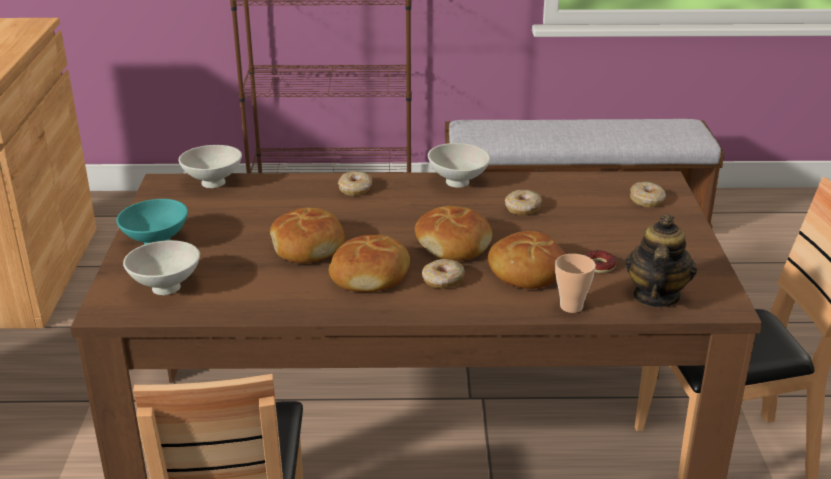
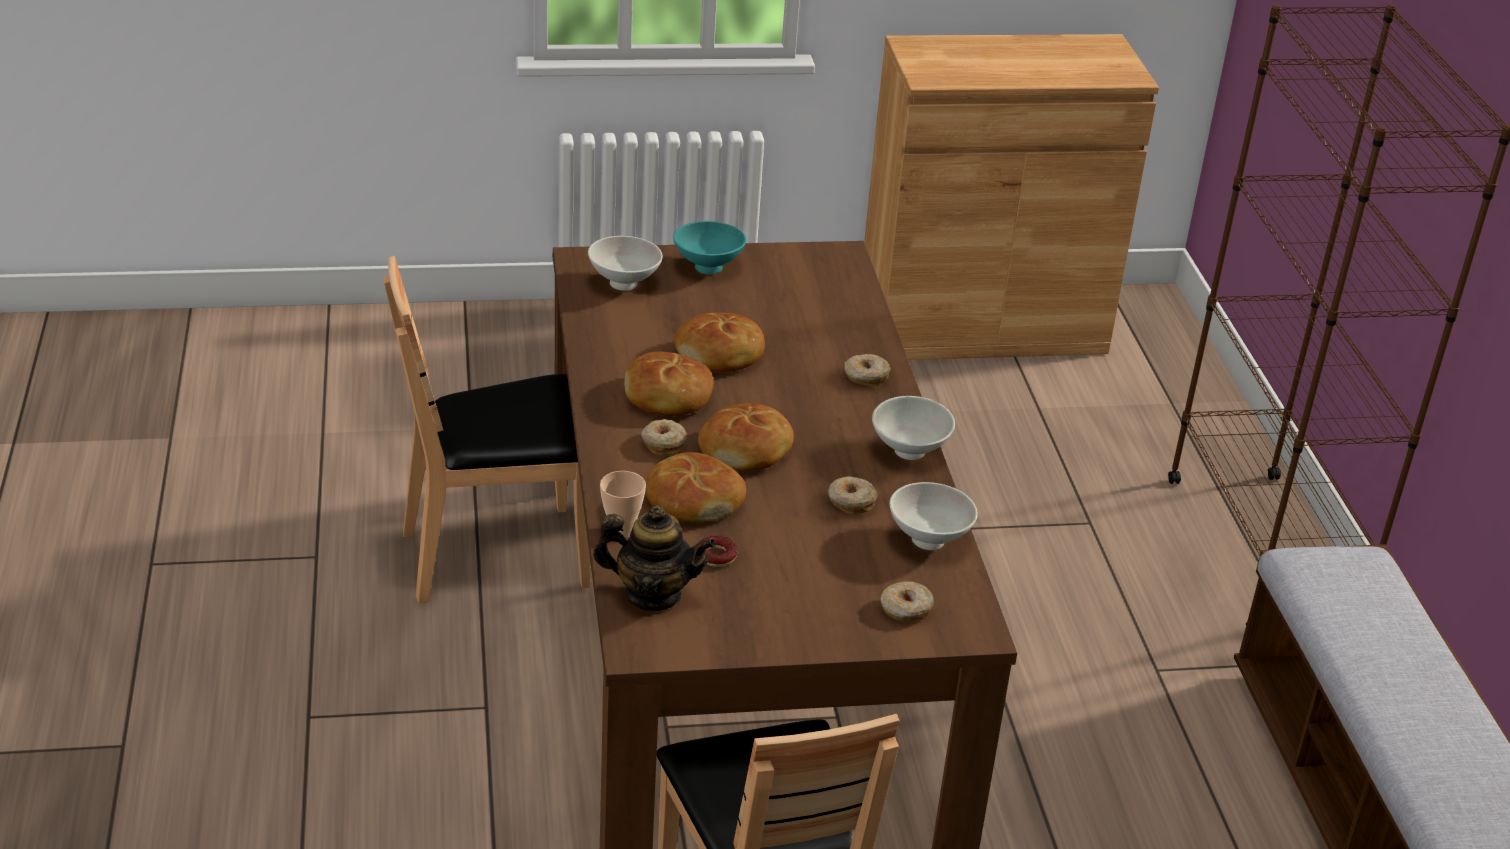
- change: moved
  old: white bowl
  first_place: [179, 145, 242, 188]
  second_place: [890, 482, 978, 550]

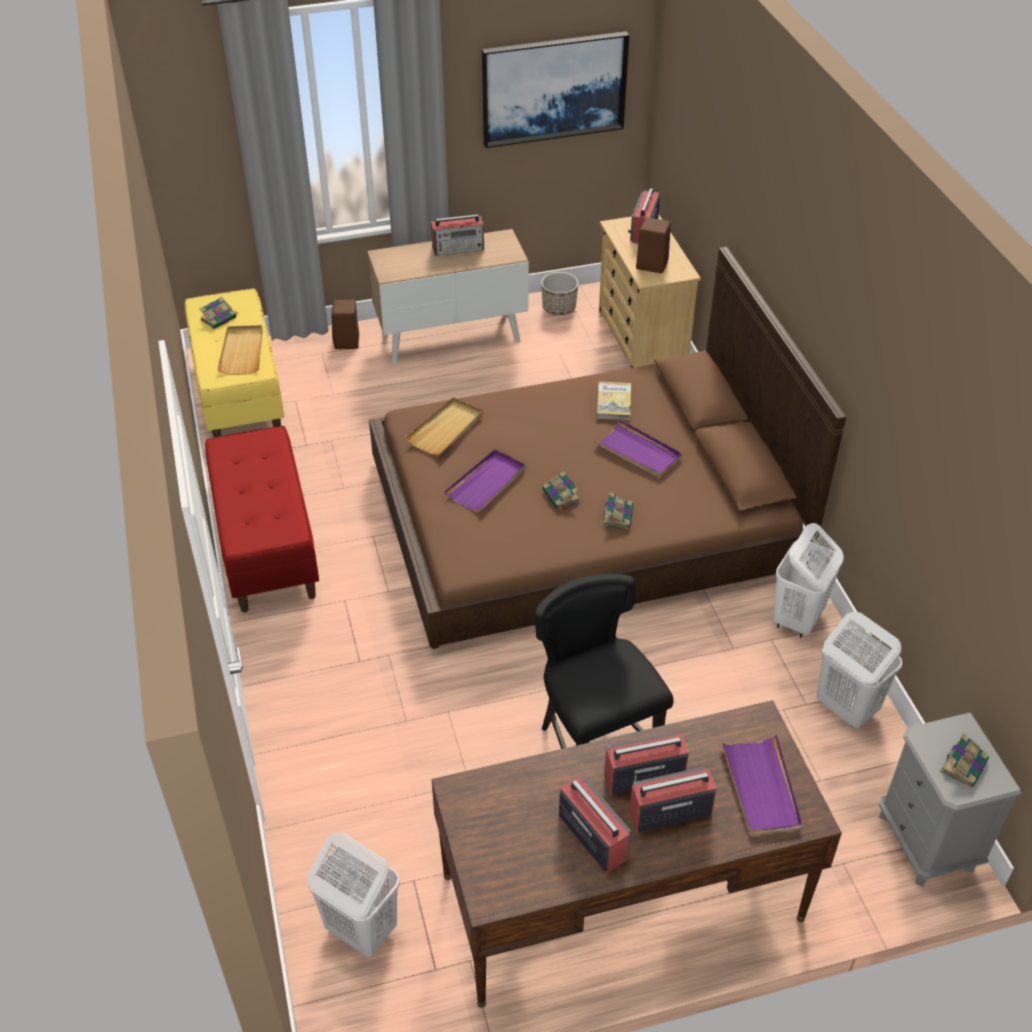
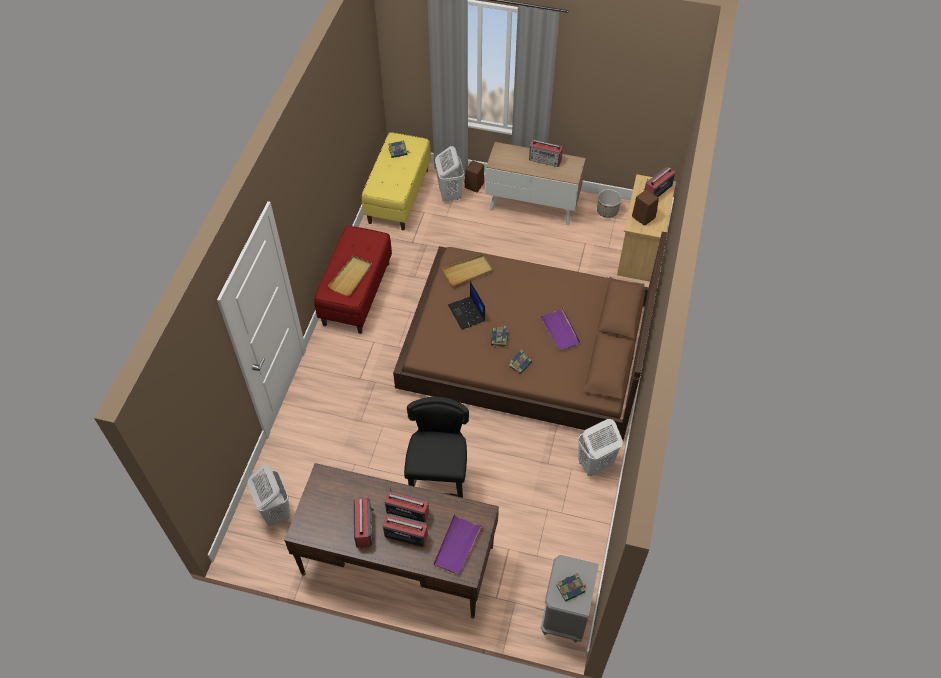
- change: moved
  old: beige tray
  first_place: [217, 325, 263, 375]
  second_place: [328, 256, 372, 296]
- change: moved
  old: white laundry basket
  first_place: [817, 611, 902, 728]
  second_place: [435, 146, 464, 202]
- change: replaced
  old: purple tray
  new: laptop
  first_place: [445, 449, 526, 511]
  second_place: [448, 281, 485, 330]
- change: removed
  old: picture
  first_place: [482, 31, 629, 148]
- change: removed
  old: book
  first_place: [597, 382, 631, 421]

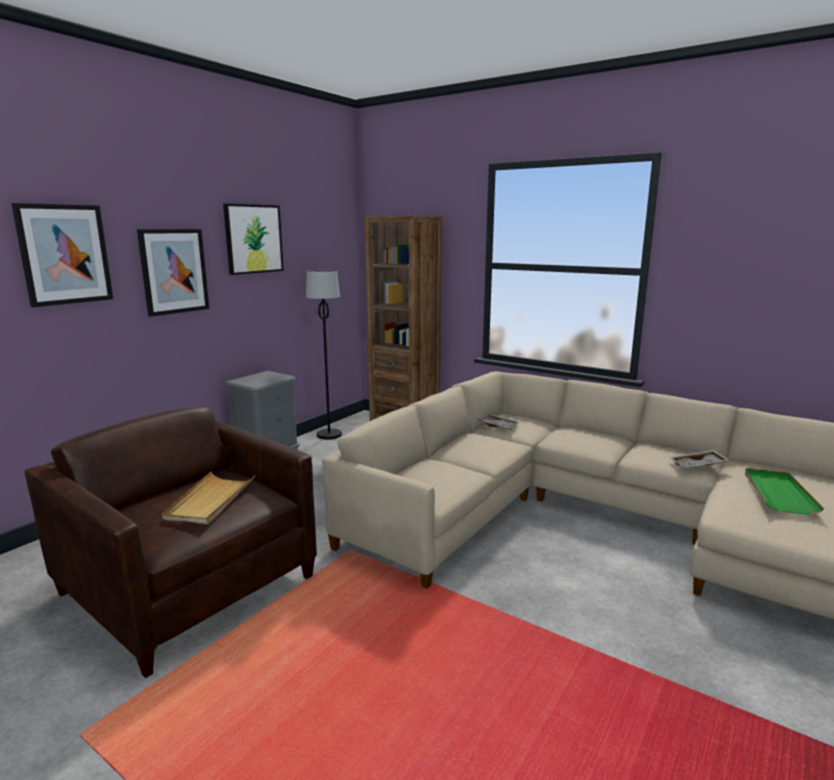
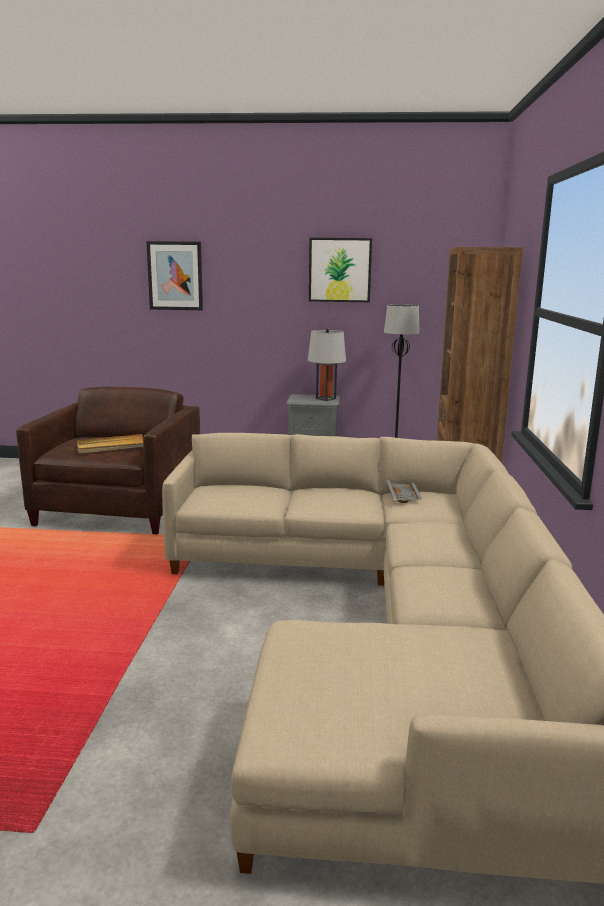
- change: added
  new: grey table lamp
  second_place: [308, 328, 346, 401]
- change: removed
  old: picture
  first_place: [137, 229, 209, 317]
- change: removed
  old: grey tray
  first_place: [669, 450, 730, 468]
- change: removed
  old: green tray
  first_place: [745, 468, 825, 515]

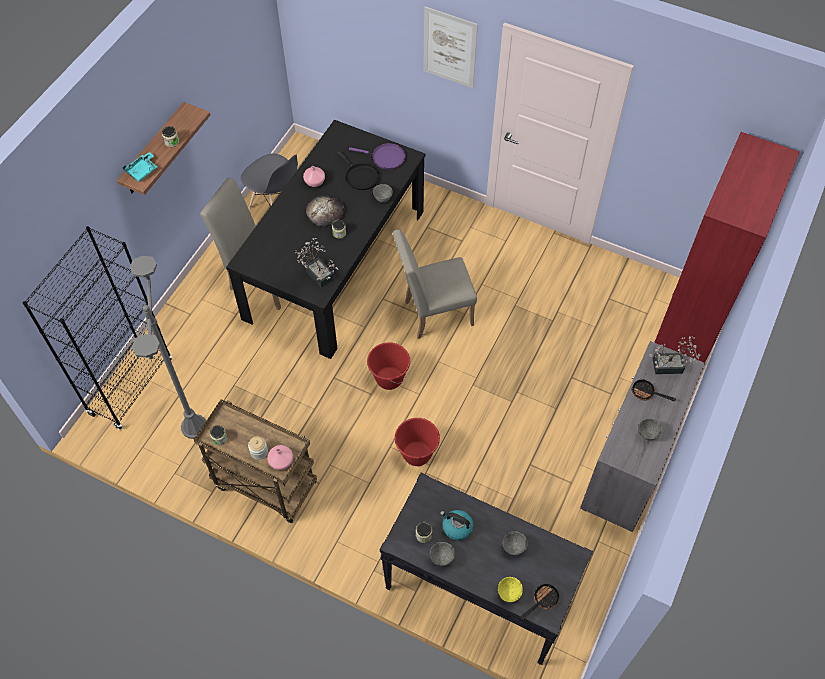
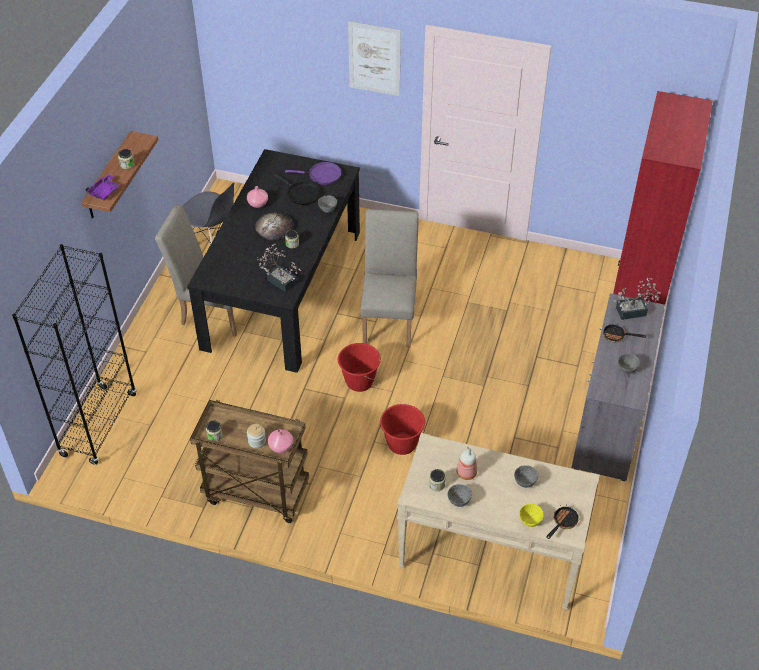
- change: recoloured
  old: turquoise tray
  new: purple tray
  first_place: [122, 152, 158, 182]
  second_place: [85, 174, 120, 200]
- change: turned
  old: beige chair
  first_place: [393, 229, 477, 339]
  second_place: [360, 209, 419, 347]
  degrees: 120
- change: recoloured
  old: black console table
  new: beige console table
  first_place: [380, 473, 593, 665]
  second_place: [397, 433, 600, 611]
- change: replaced
  old: kettle
  new: bottle
  first_place: [440, 510, 474, 540]
  second_place: [456, 446, 477, 480]
- change: removed
  old: grey floor lamp
  first_place: [130, 256, 206, 439]

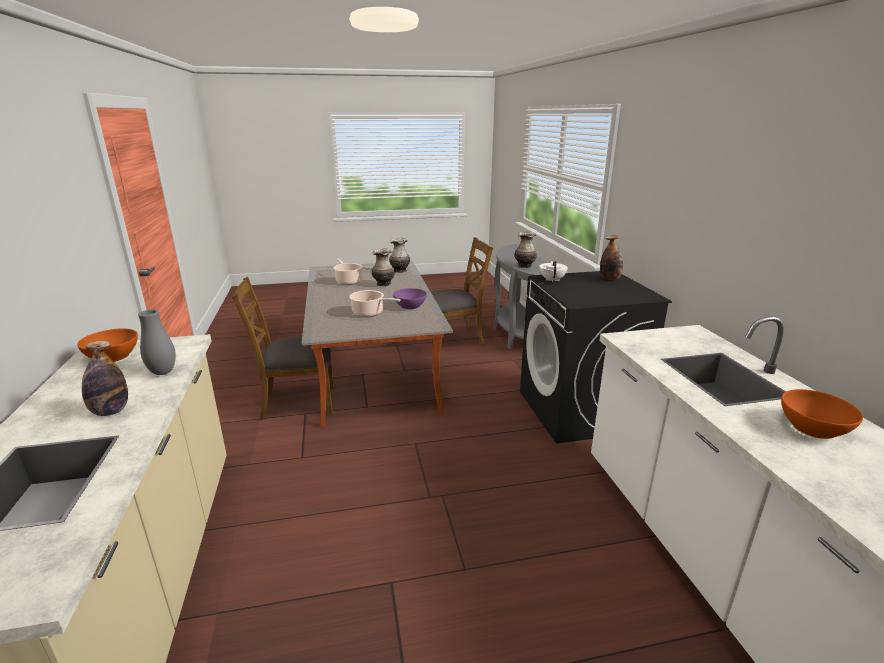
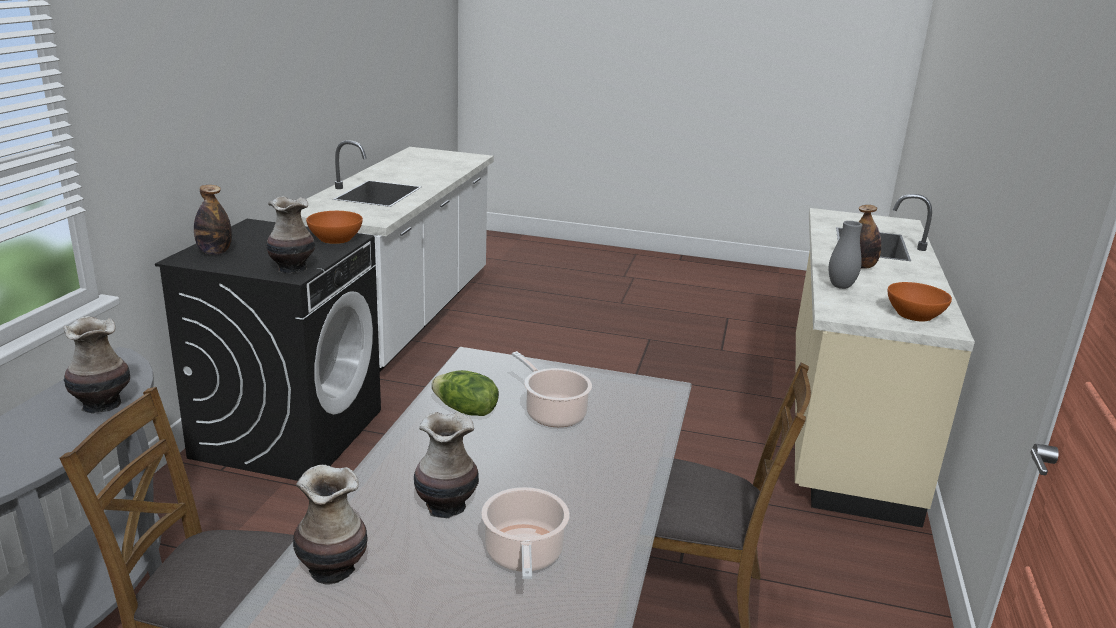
- change: replaced
  old: white teapot
  new: vase
  first_place: [540, 261, 568, 283]
  second_place: [266, 196, 315, 273]
- change: moved
  old: orange bowl
  first_place: [781, 389, 863, 439]
  second_place: [306, 211, 363, 244]
- change: replaced
  old: purple bowl
  new: lettuce
  first_place: [393, 288, 427, 309]
  second_place: [431, 370, 499, 416]

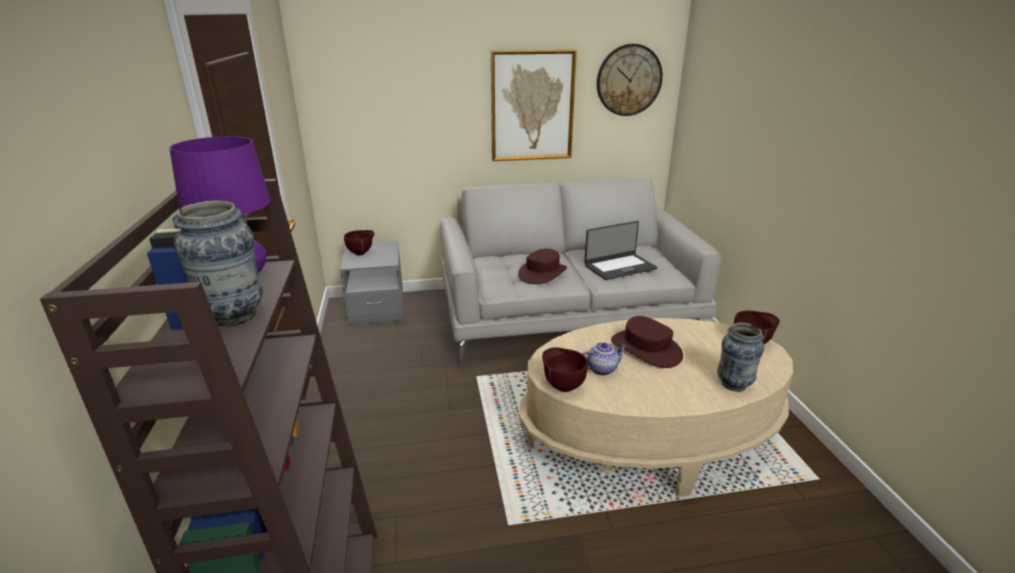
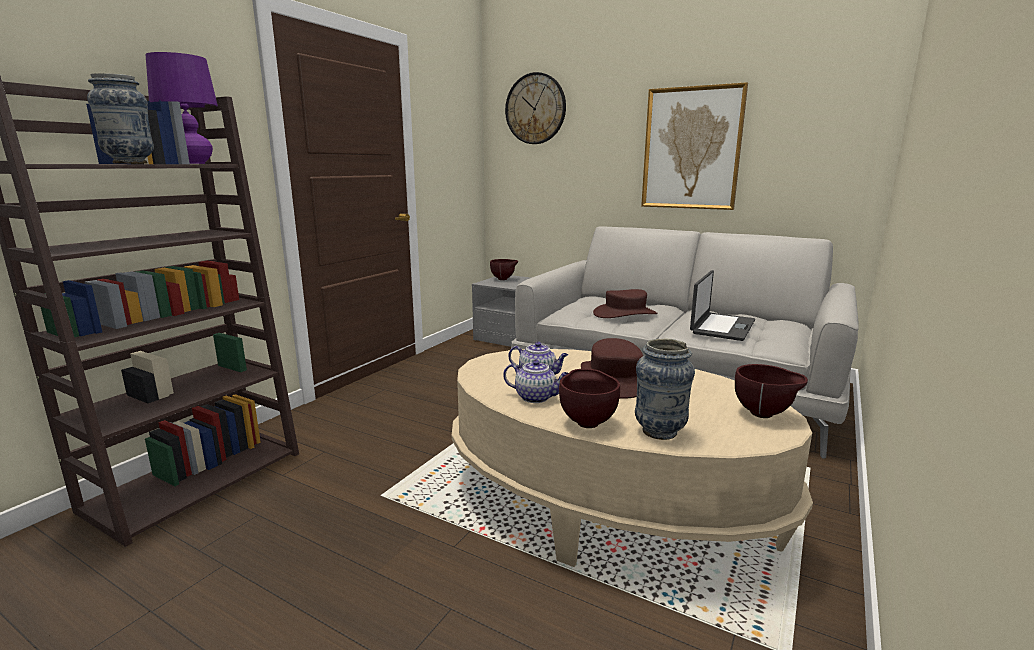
- change: added
  new: teapot
  second_place: [503, 360, 568, 403]
- change: moved
  old: wall clock
  first_place: [597, 44, 663, 116]
  second_place: [505, 72, 566, 144]
- change: moved
  old: brown bowl
  first_place: [542, 347, 588, 392]
  second_place: [559, 369, 620, 428]
- change: turned
  old: laptop
  first_place: [584, 221, 657, 280]
  second_place: [690, 270, 755, 341]
  degrees: -75

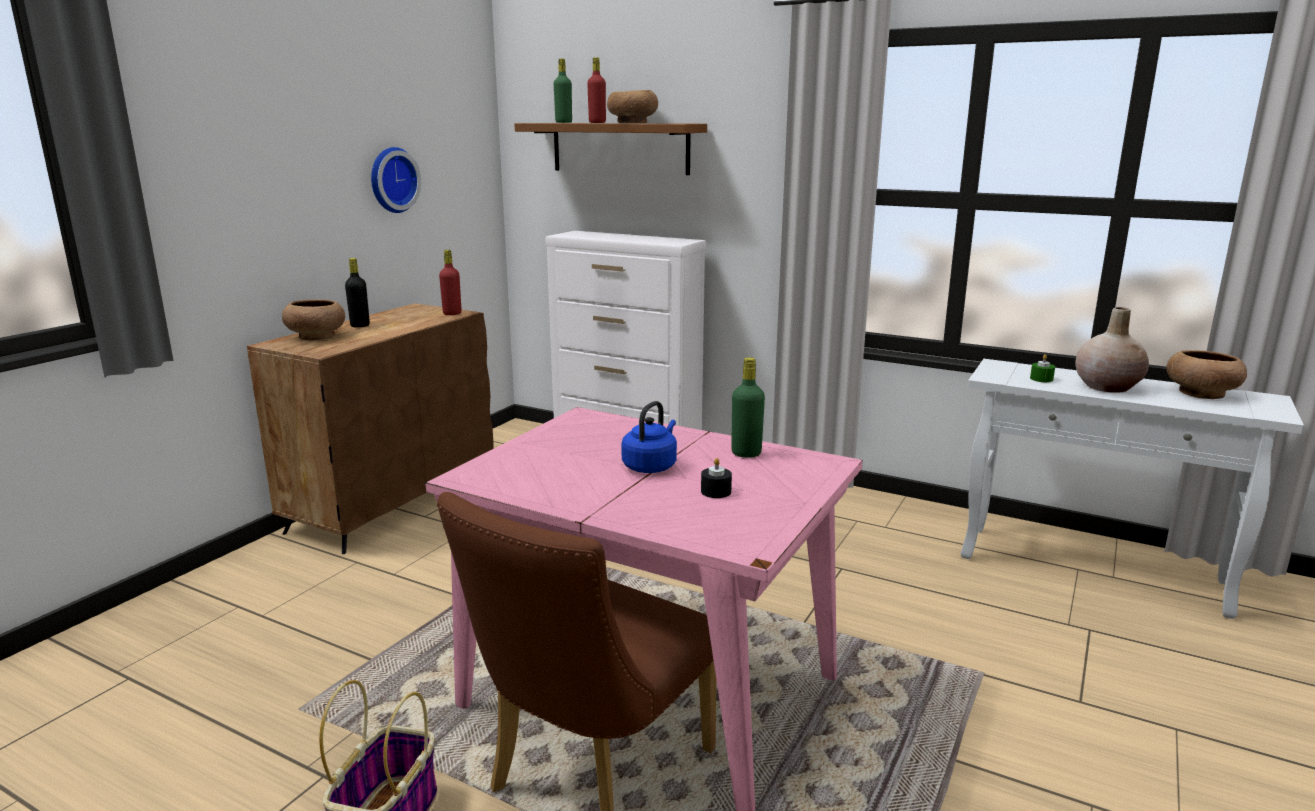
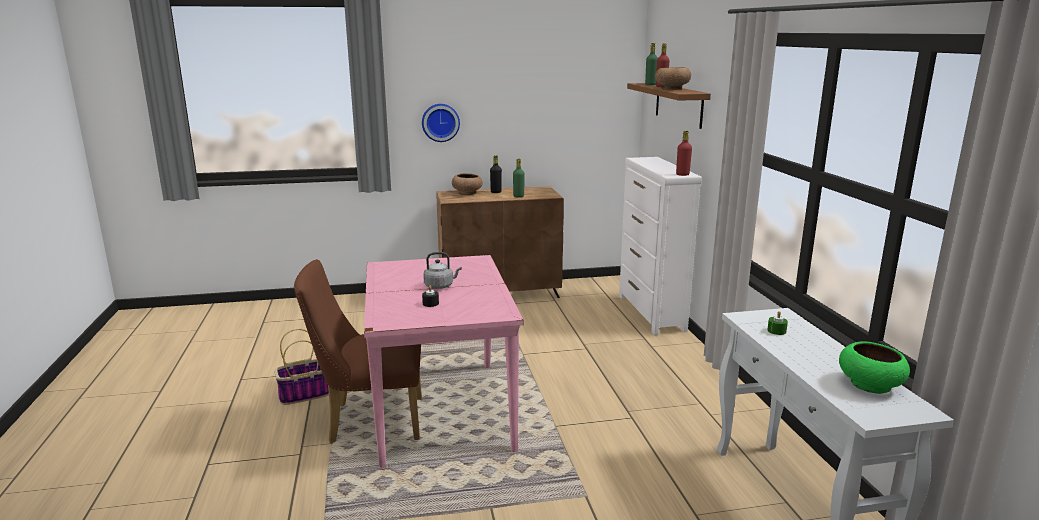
- change: moved
  old: wall clock
  first_place: [371, 147, 421, 213]
  second_place: [422, 104, 460, 142]
- change: recoloured
  old: blue kettle
  new: grey kettle
  first_place: [621, 401, 677, 473]
  second_place: [423, 252, 462, 289]
- change: moved
  old: green bottle
  first_place: [731, 357, 765, 458]
  second_place: [513, 159, 525, 198]
- change: moved
  old: red bottle
  first_place: [439, 250, 462, 315]
  second_place: [676, 130, 692, 176]
- change: recoloured
  old: brown bowl
  new: green bowl
  first_place: [1166, 350, 1247, 399]
  second_place: [839, 341, 910, 394]
- change: removed
  old: beige vase
  first_place: [1075, 307, 1149, 393]

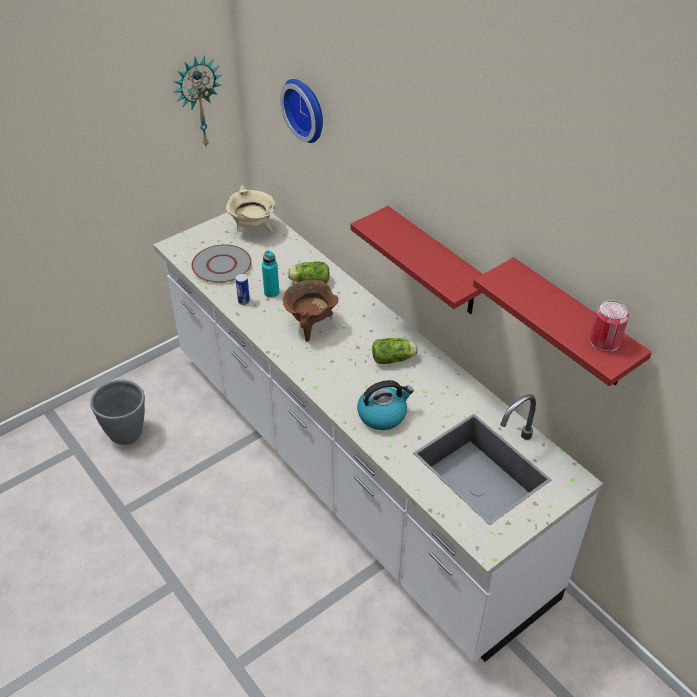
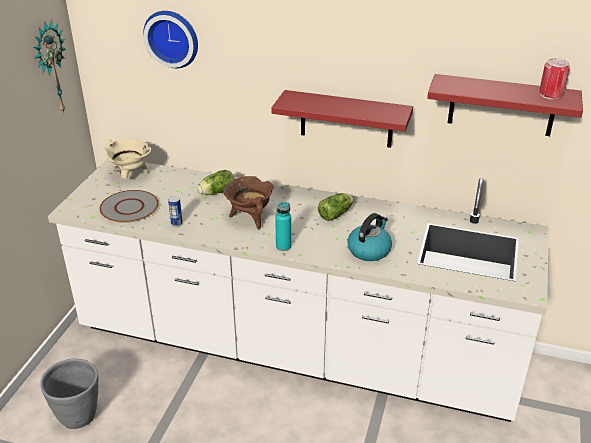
- change: moved
  old: turquoise bottle
  first_place: [262, 250, 279, 298]
  second_place: [275, 202, 291, 251]

